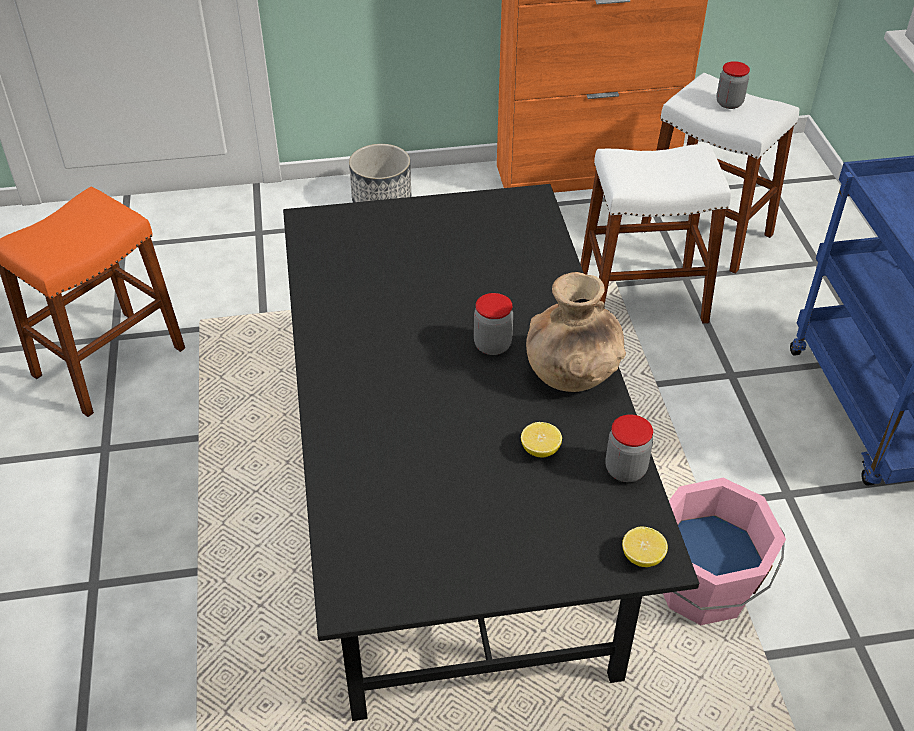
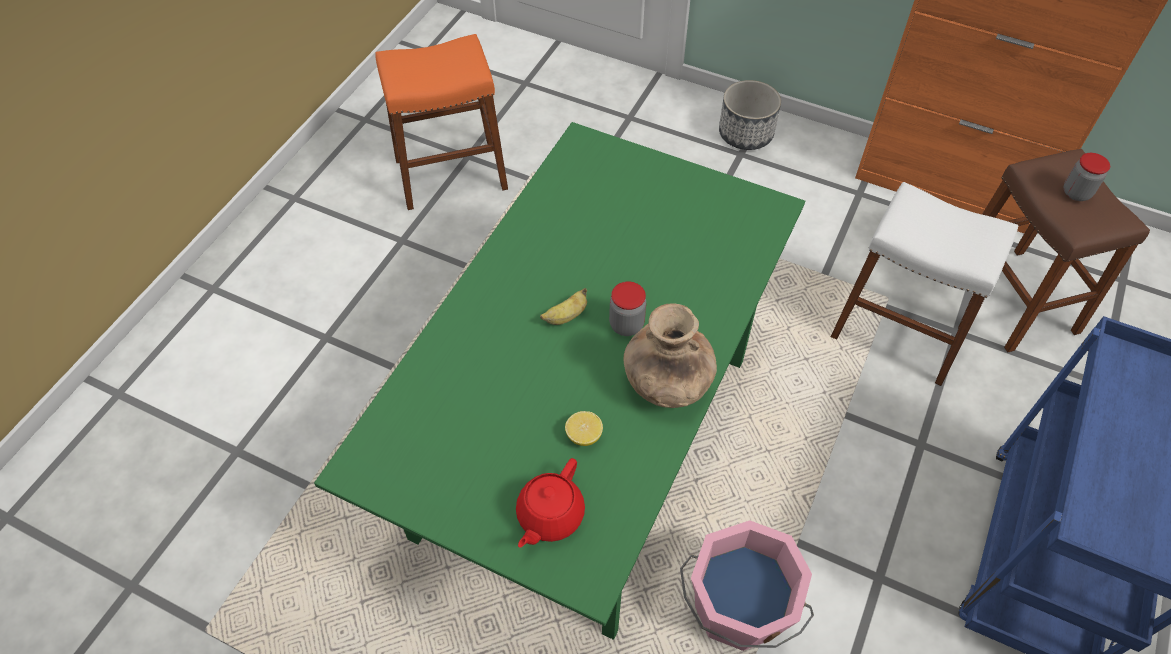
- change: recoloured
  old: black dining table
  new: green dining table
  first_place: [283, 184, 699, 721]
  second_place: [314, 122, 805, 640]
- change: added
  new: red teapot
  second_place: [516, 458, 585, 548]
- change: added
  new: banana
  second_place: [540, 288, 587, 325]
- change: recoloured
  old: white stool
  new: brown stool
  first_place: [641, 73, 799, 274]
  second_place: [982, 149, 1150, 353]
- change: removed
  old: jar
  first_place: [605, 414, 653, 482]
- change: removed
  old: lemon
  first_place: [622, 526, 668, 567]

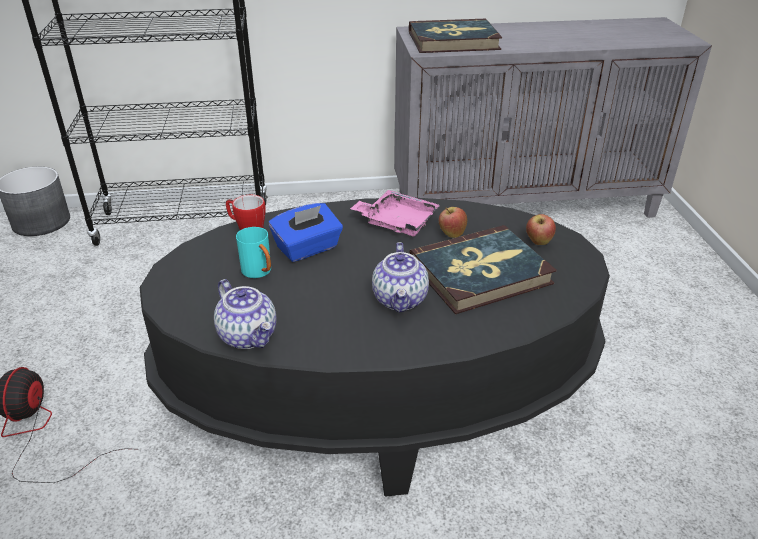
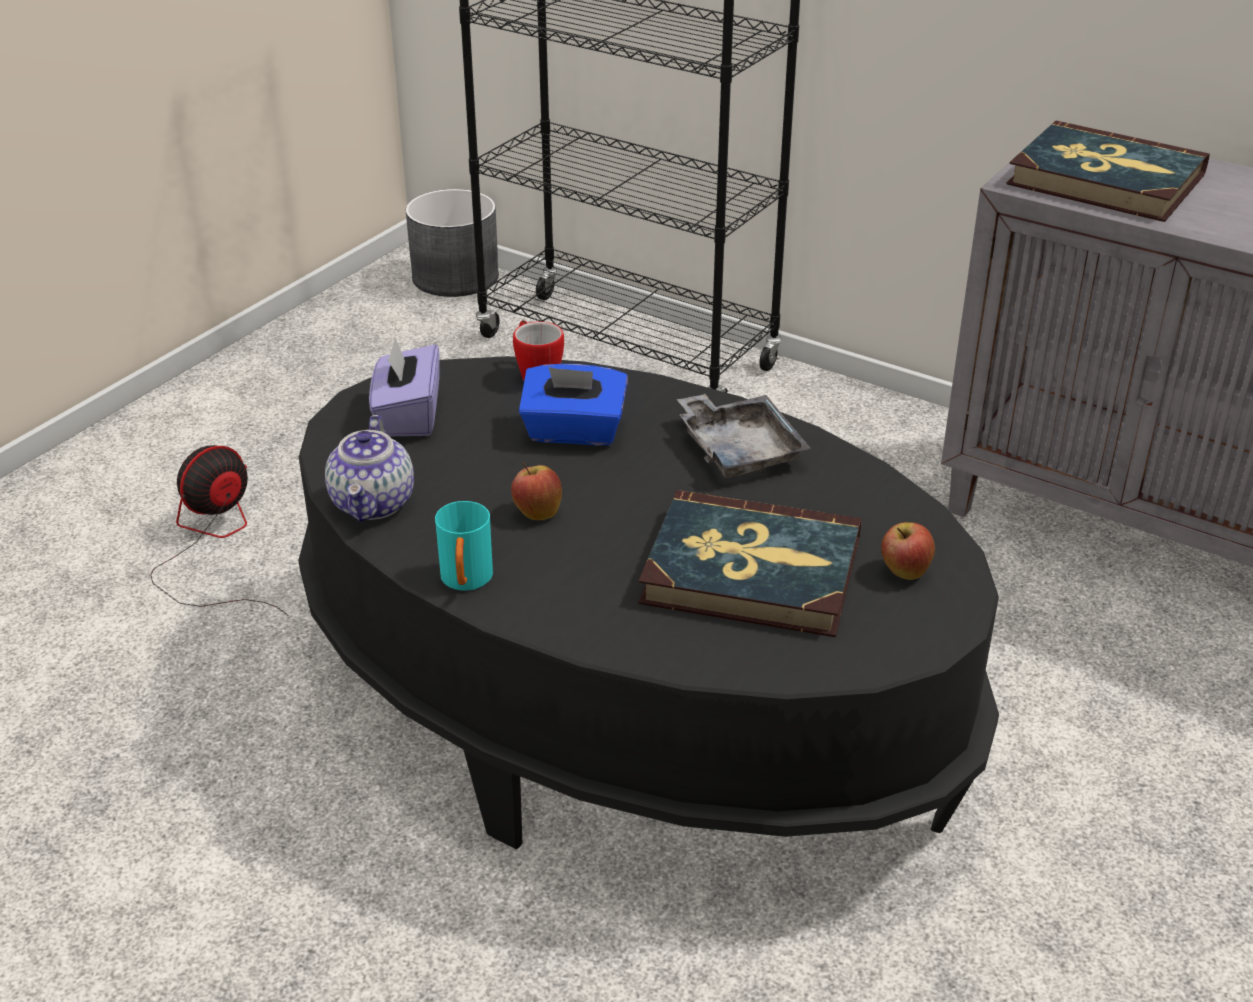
- change: added
  new: purple tissue box
  second_place: [369, 338, 440, 436]
- change: moved
  old: turquoise mug
  first_place: [236, 227, 271, 278]
  second_place: [435, 501, 493, 591]
- change: moved
  old: apple
  first_place: [439, 207, 467, 238]
  second_place: [511, 461, 562, 520]
- change: recoloured
  old: pink tray
  new: grey tray
  first_place: [350, 190, 440, 236]
  second_place: [677, 394, 811, 478]
- change: removed
  old: teapot
  first_place: [372, 242, 429, 313]

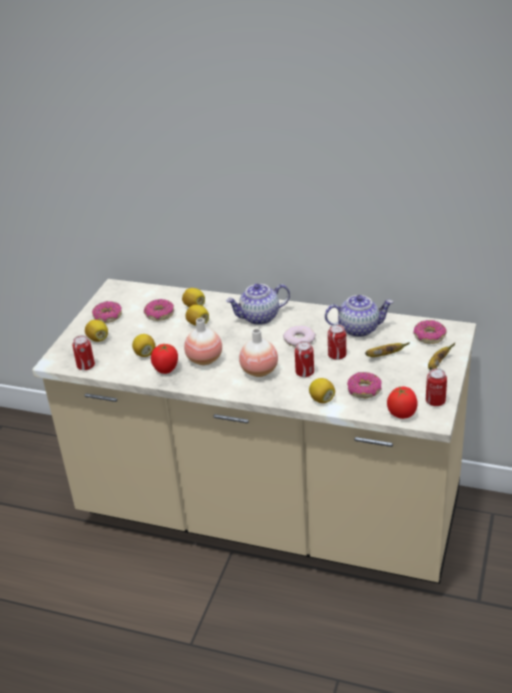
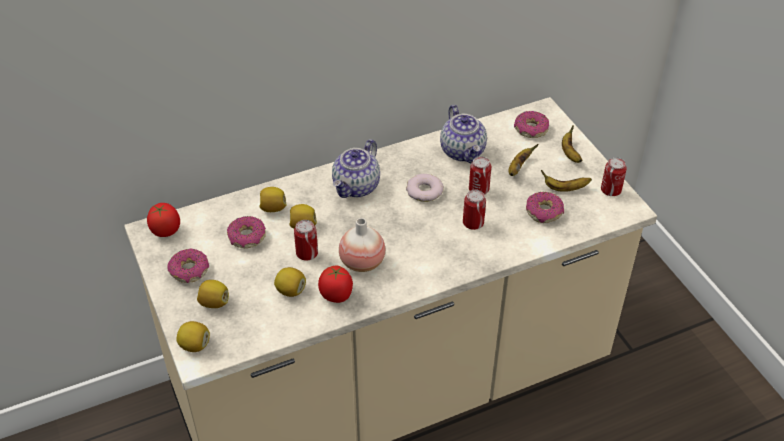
- change: moved
  old: tomato
  first_place: [387, 387, 418, 419]
  second_place: [147, 203, 180, 237]
- change: moved
  old: lemon
  first_place: [309, 378, 335, 403]
  second_place: [176, 321, 210, 352]
- change: moved
  old: can
  first_place: [72, 335, 95, 370]
  second_place: [294, 220, 318, 261]
- change: turned
  old: teapot
  first_place: [325, 295, 393, 337]
  second_place: [440, 105, 487, 163]
  degrees: 120
- change: added
  new: banana
  second_place: [541, 170, 592, 192]
- change: removed
  old: vase
  first_place: [239, 329, 278, 377]

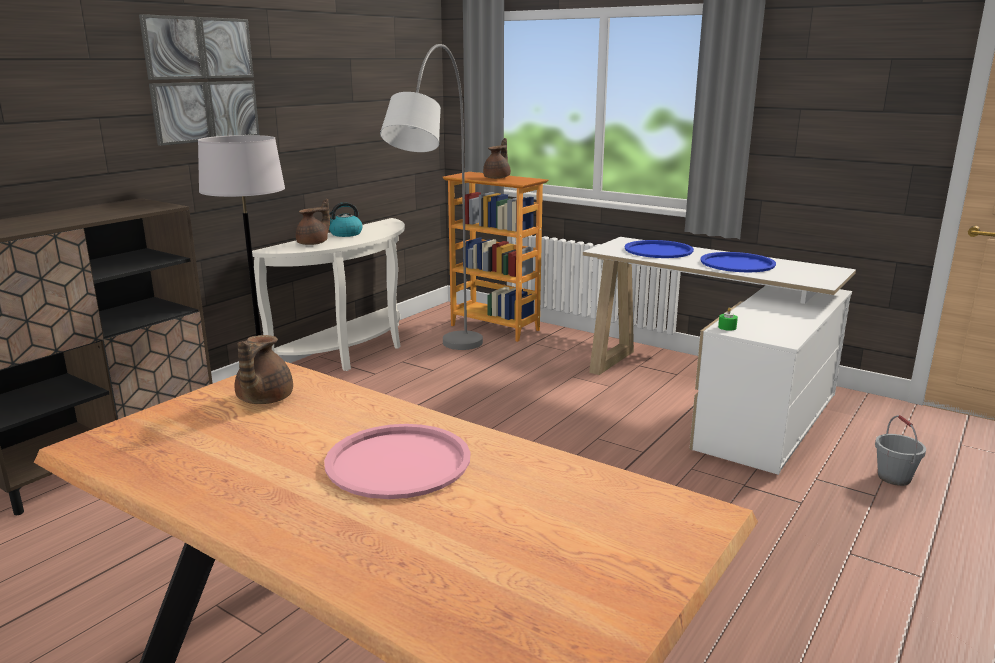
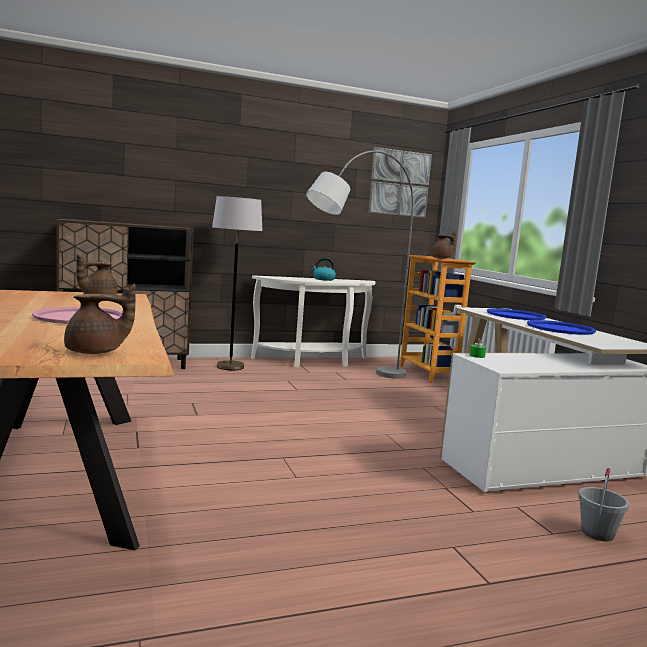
- change: moved
  old: brown teapot
  first_place: [296, 199, 330, 245]
  second_place: [64, 284, 136, 354]
- change: moved
  old: picture
  first_place: [139, 14, 260, 146]
  second_place: [368, 147, 432, 218]

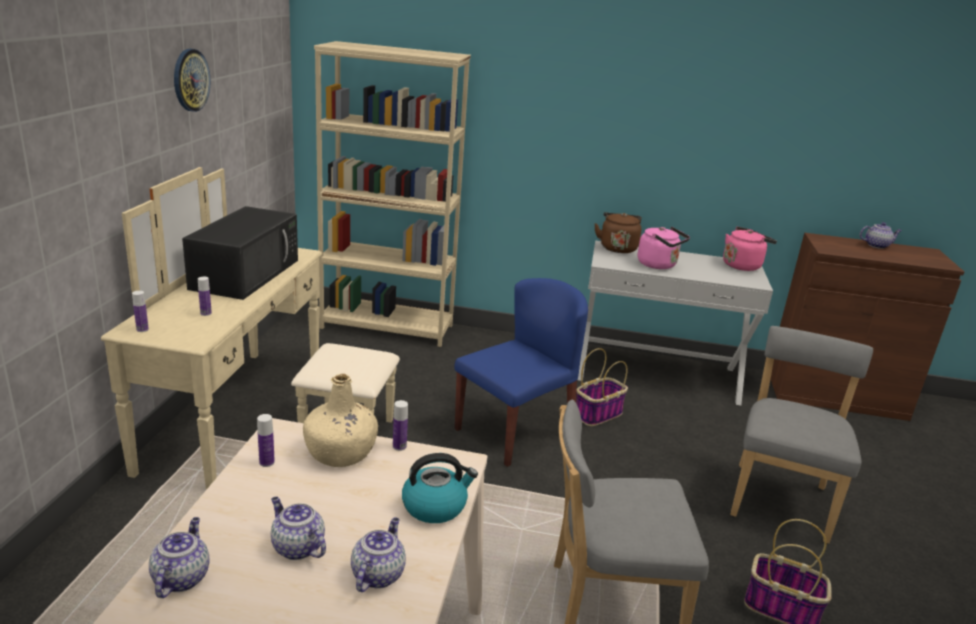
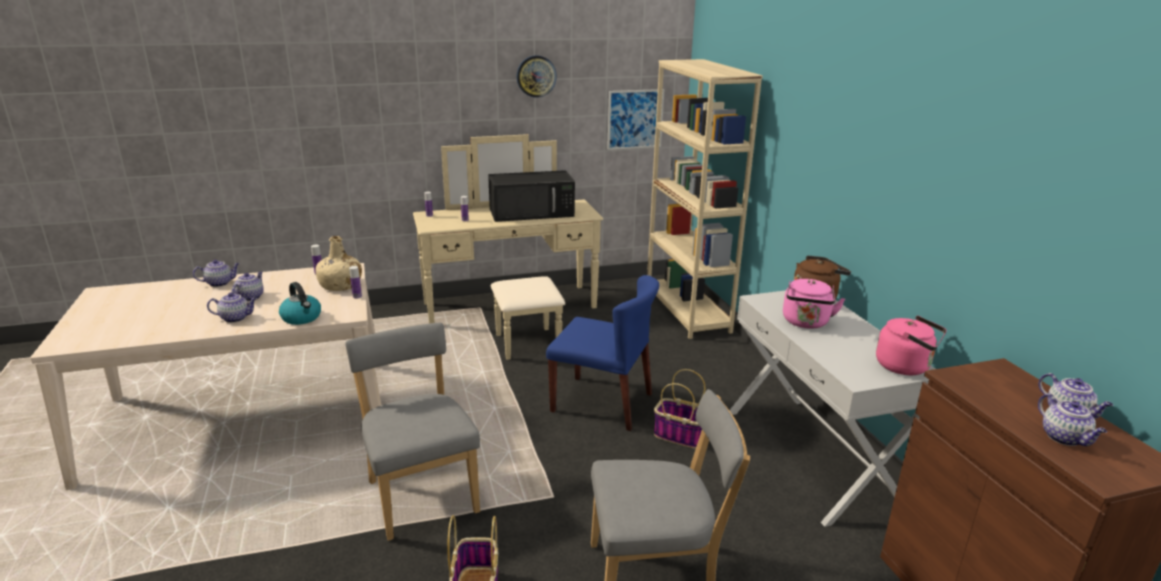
- change: added
  new: picture
  second_place: [607, 89, 665, 150]
- change: added
  new: teapot
  second_place: [1038, 394, 1107, 446]

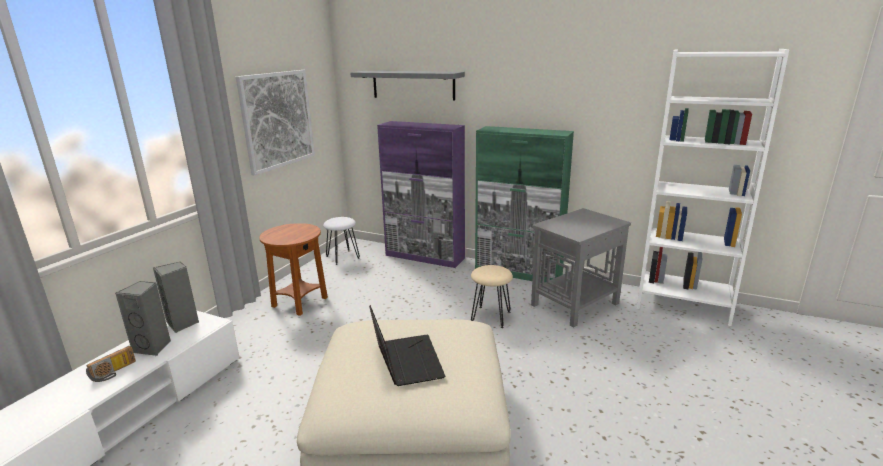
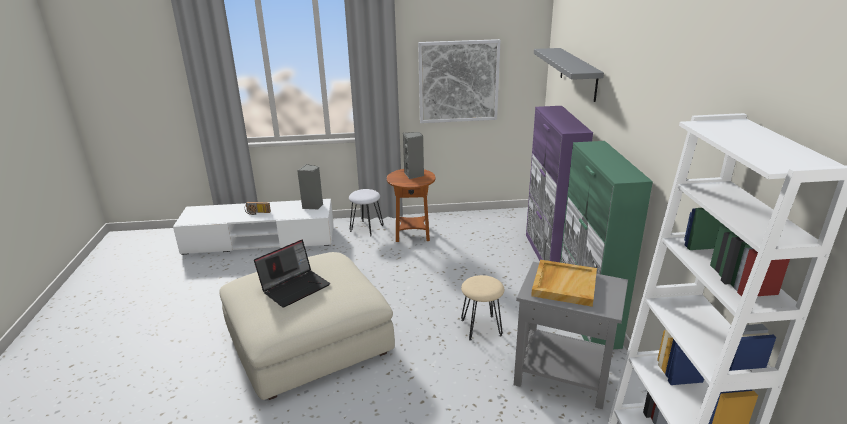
- change: moved
  old: white stool
  first_place: [323, 217, 360, 265]
  second_place: [349, 189, 383, 236]
- change: moved
  old: grey speaker
  first_place: [115, 281, 171, 356]
  second_place: [403, 132, 424, 179]
- change: added
  new: beige tray
  second_place: [531, 260, 597, 307]

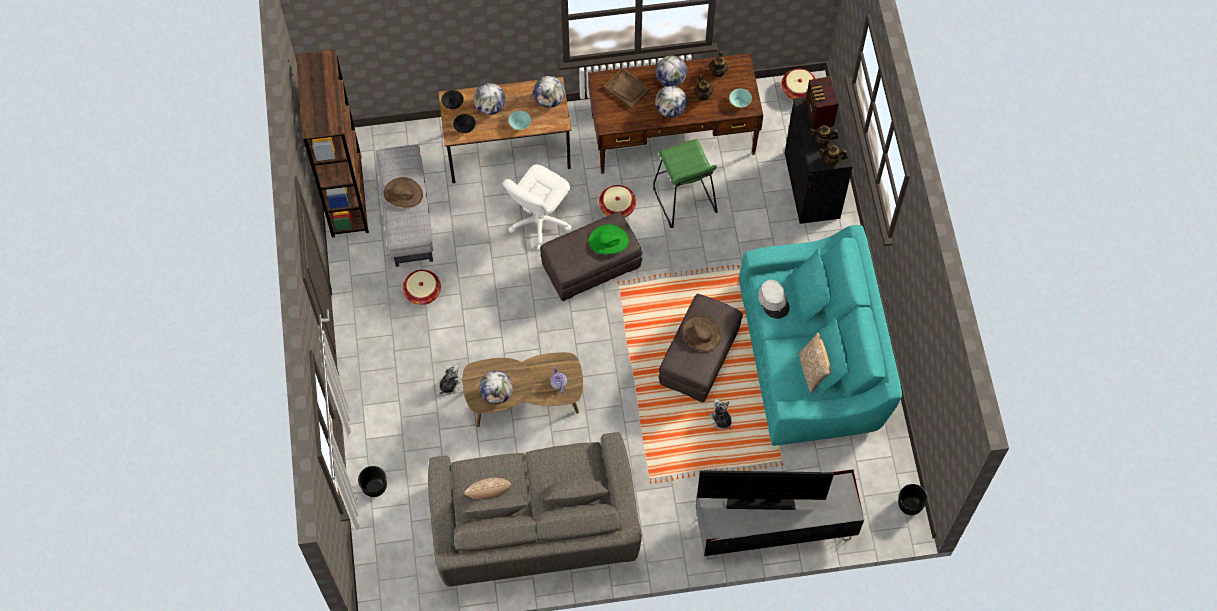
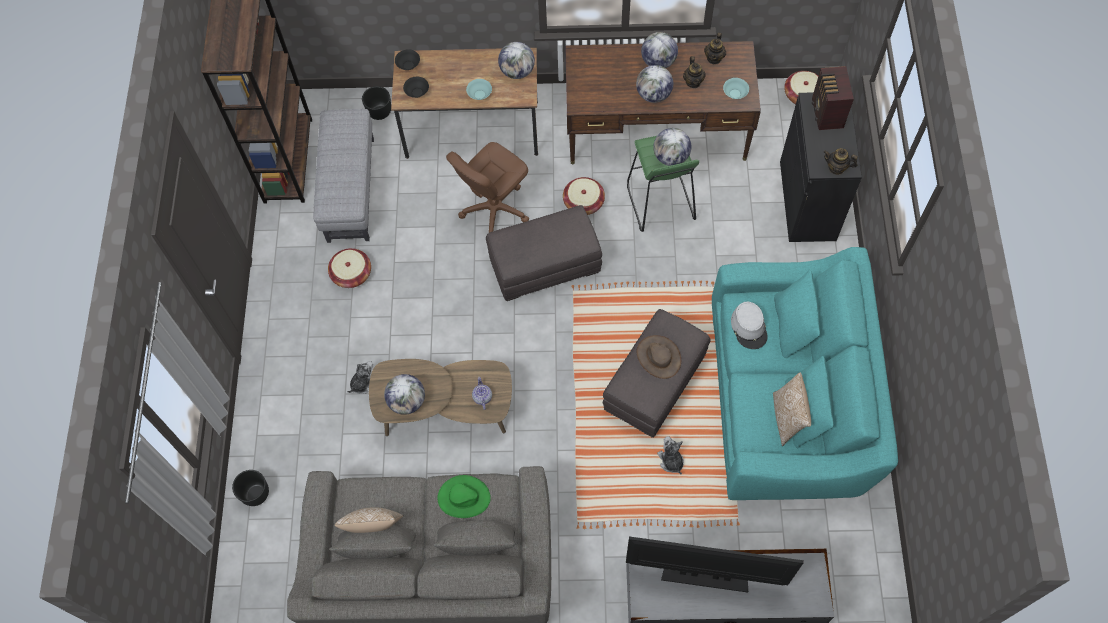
- change: moved
  old: black planter
  first_place: [898, 484, 928, 515]
  second_place: [362, 86, 391, 120]
- change: moved
  old: green hat
  first_place: [589, 224, 629, 255]
  second_place: [437, 475, 491, 518]
- change: recoloured
  old: white office chair
  new: brown office chair
  first_place: [502, 164, 572, 250]
  second_place: [446, 142, 529, 233]
- change: moved
  old: globe
  first_place: [474, 83, 505, 115]
  second_place: [653, 128, 691, 166]
- change: removed
  old: brown hat
  first_place: [384, 177, 423, 208]
- change: removed
  old: brown tray
  first_place: [603, 67, 651, 109]
- change: removed
  old: teapot
  first_place: [810, 125, 839, 147]

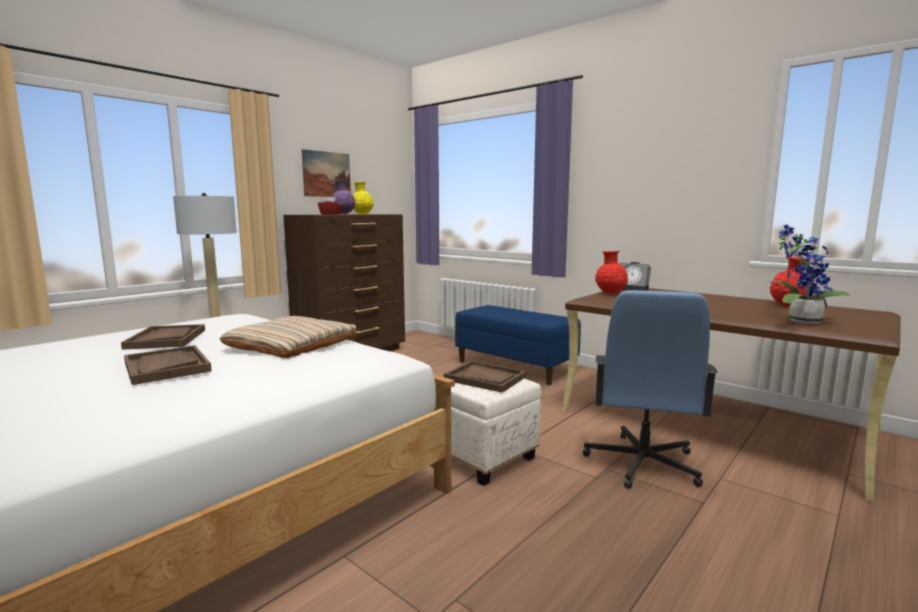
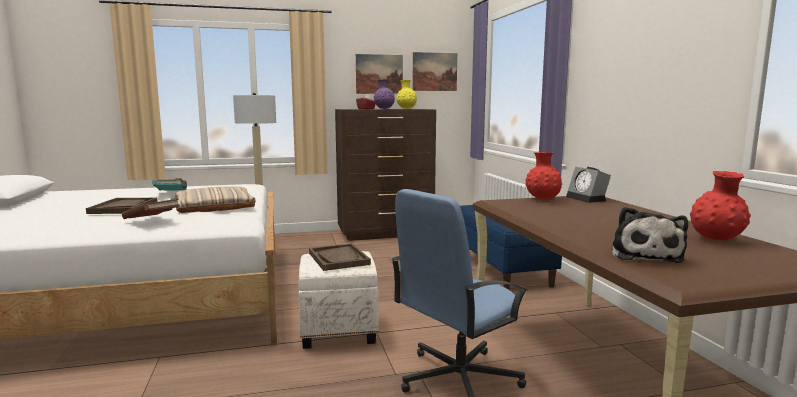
- change: added
  new: brown book
  second_place: [122, 198, 180, 219]
- change: replaced
  old: brown tray
  new: turquoise book
  first_place: [121, 324, 205, 350]
  second_place: [152, 178, 187, 191]
- change: added
  new: picture
  second_place: [413, 52, 457, 91]
- change: replaced
  old: potted plant
  new: plush toy
  first_place: [770, 224, 849, 324]
  second_place: [612, 207, 688, 263]

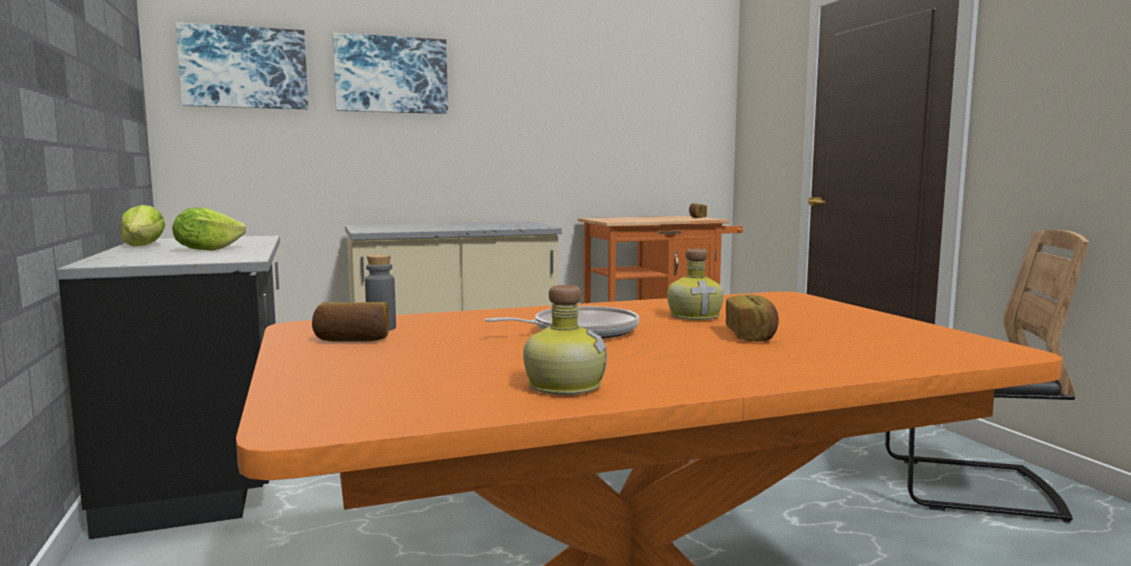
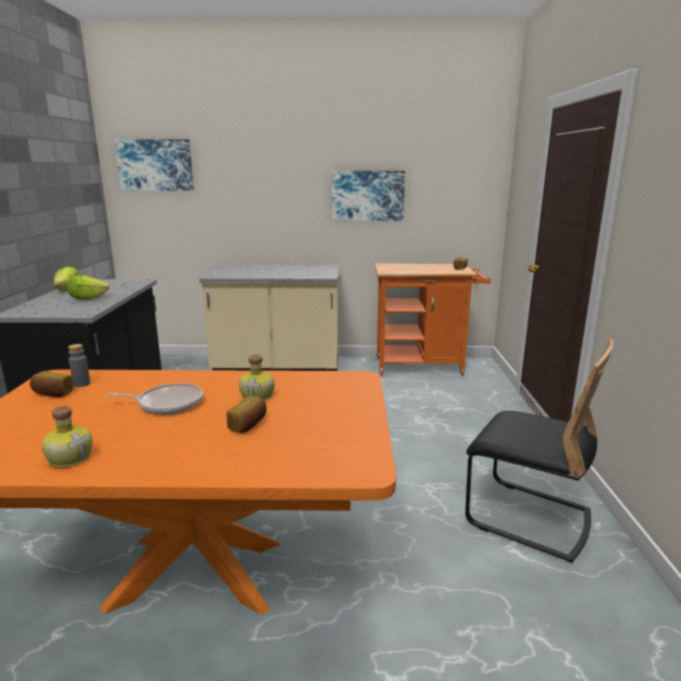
- change: moved
  old: picture
  first_place: [333, 33, 448, 114]
  second_place: [332, 171, 405, 221]

